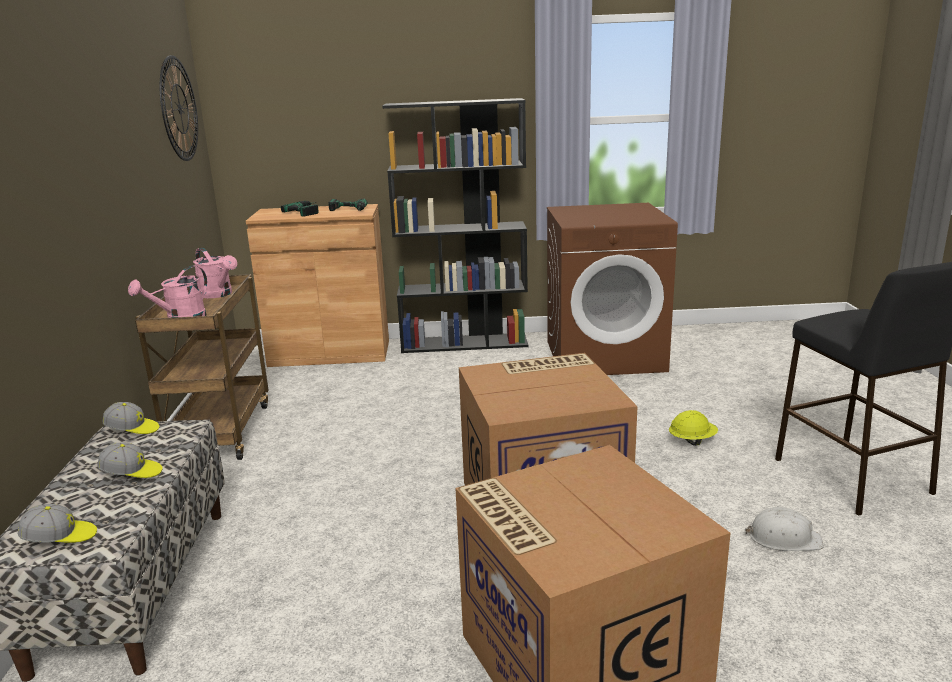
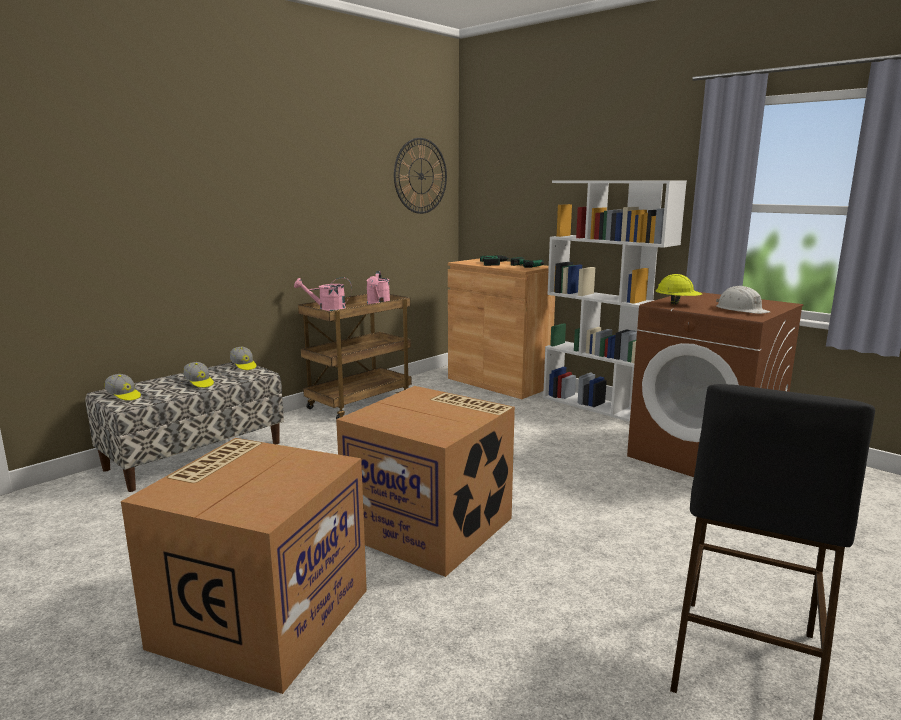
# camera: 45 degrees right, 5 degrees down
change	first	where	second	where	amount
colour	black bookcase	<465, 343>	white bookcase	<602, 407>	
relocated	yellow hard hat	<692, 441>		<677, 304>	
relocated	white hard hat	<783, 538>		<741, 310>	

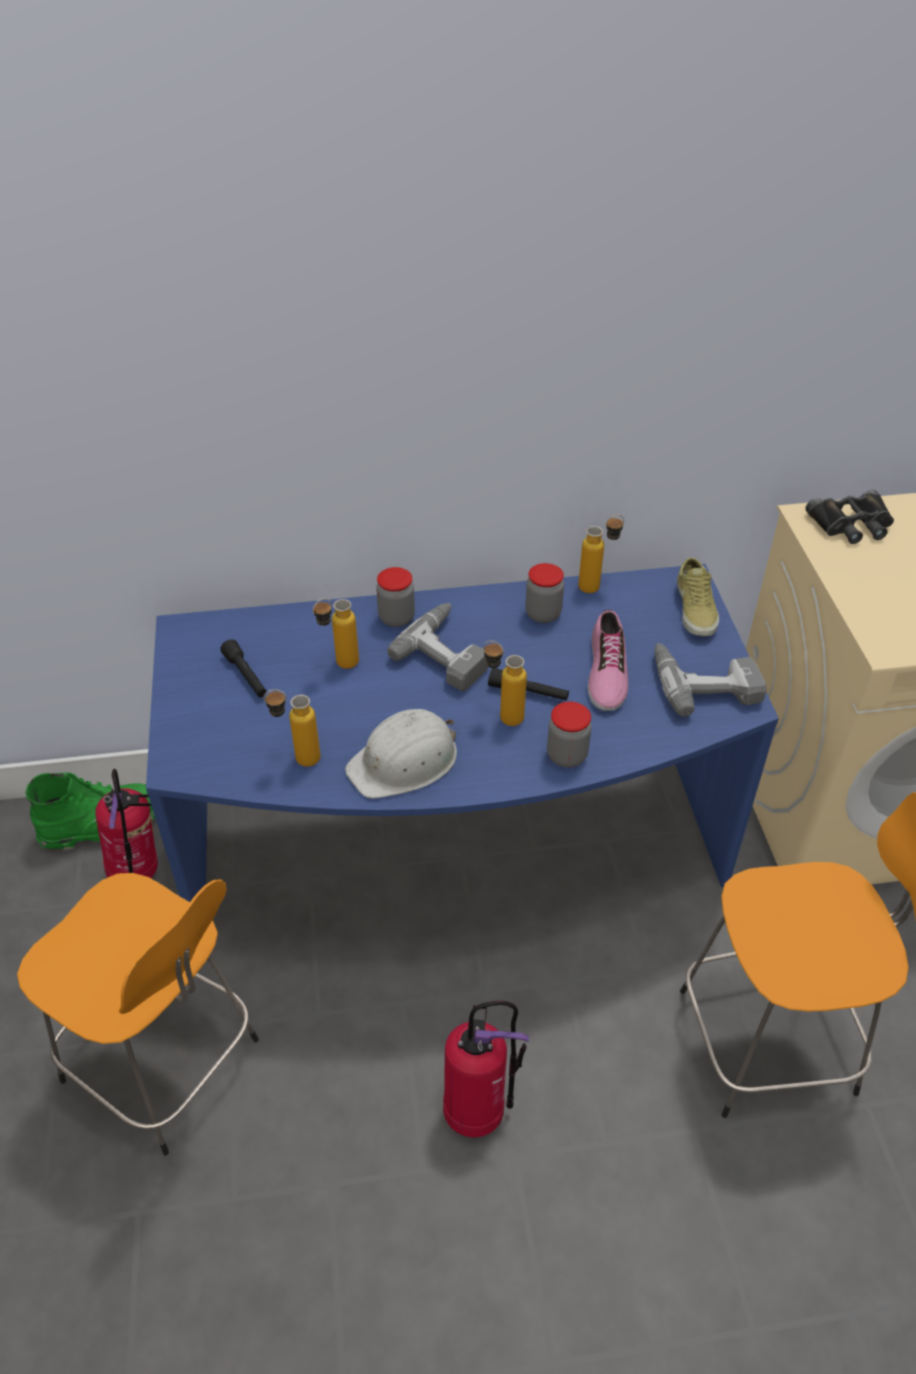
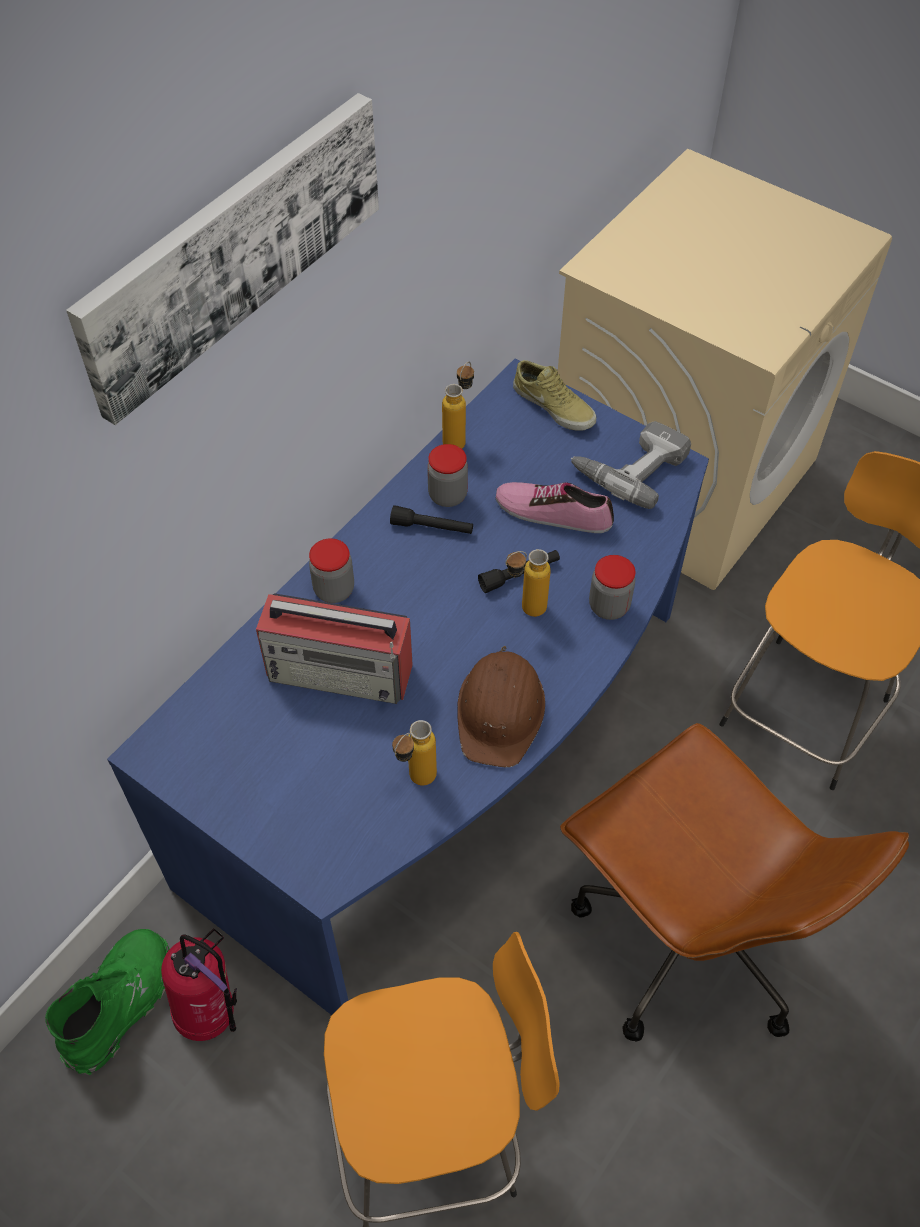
# camera: 45 degrees left, 10 degrees up
change	first	where	second	where	amount
appeared			picture	<233, 249>	
exchanged	bottle	<339, 665>	radio	<341, 672>	
relocated	black flashlight	<246, 676>		<432, 527>	
colour	white hard hat	<405, 761>	brown hard hat	<500, 711>	
spun	shoe	<605, 672>		<553, 512>	150 degrees clockwise
exchanged	fire extinguisher	<477, 1109>	brown office chair	<686, 936>	
missing	power drill	<449, 652>			
missing	black binoculars	<851, 524>			

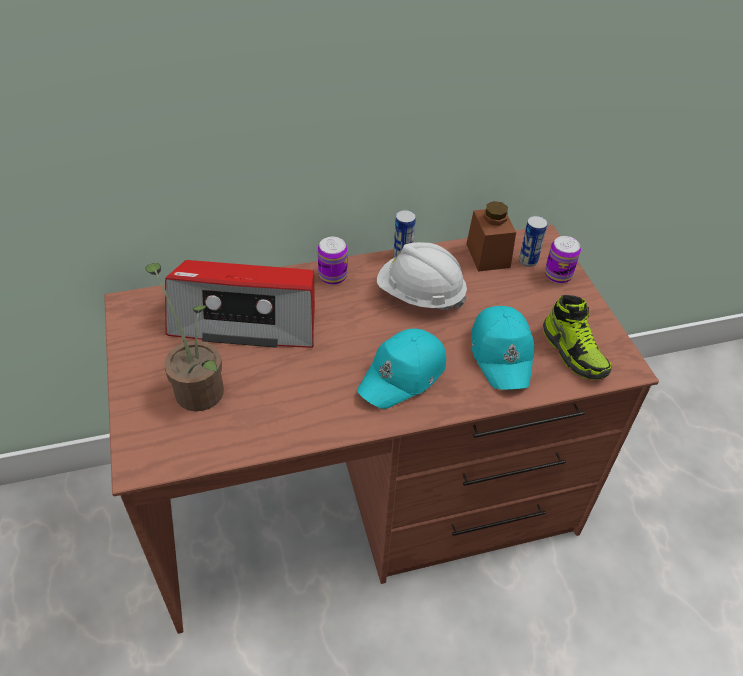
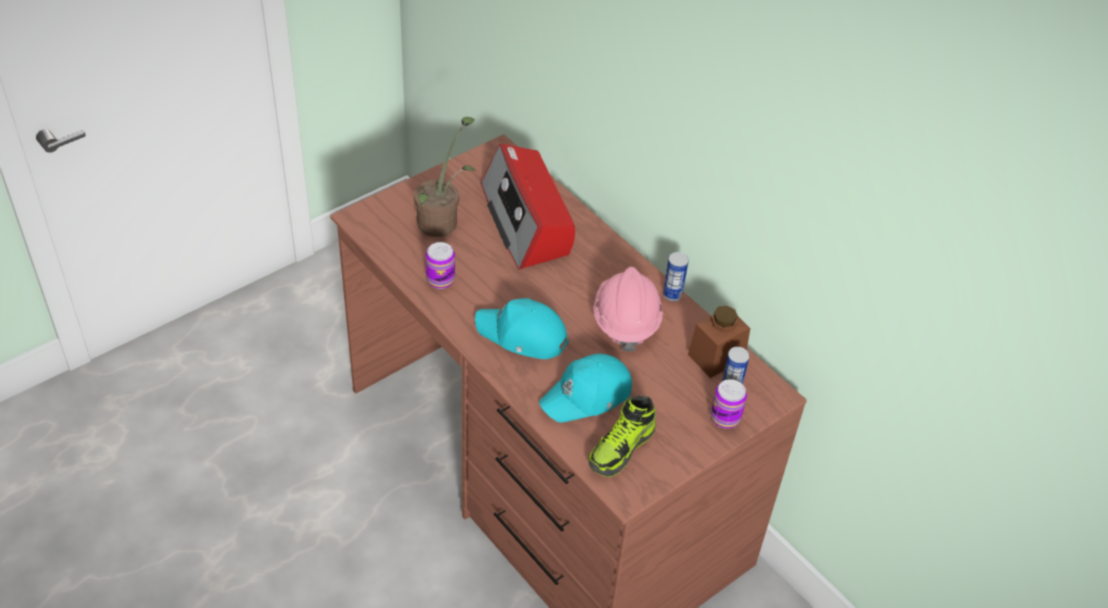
# camera: 65 degrees right, 0 degrees up
change	first	where	second	where	amount
relocated	can	<332, 276>		<440, 280>	
colour	white hard hat	<420, 295>	pink hard hat	<626, 321>	

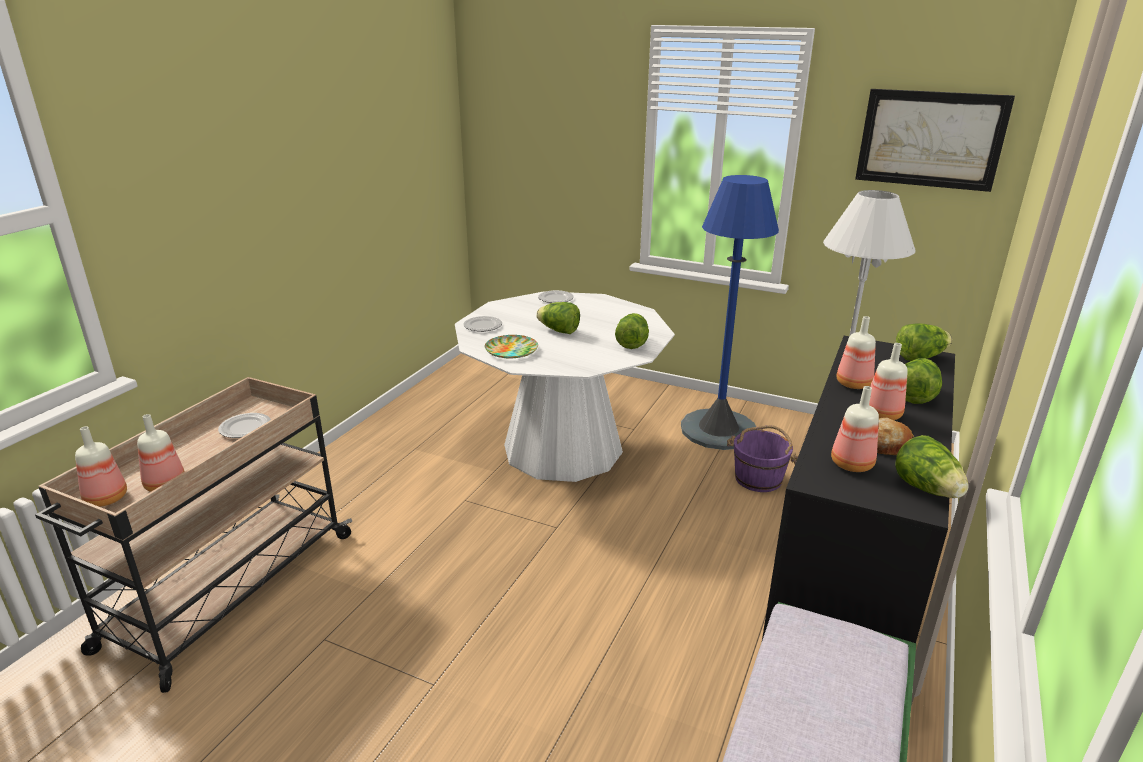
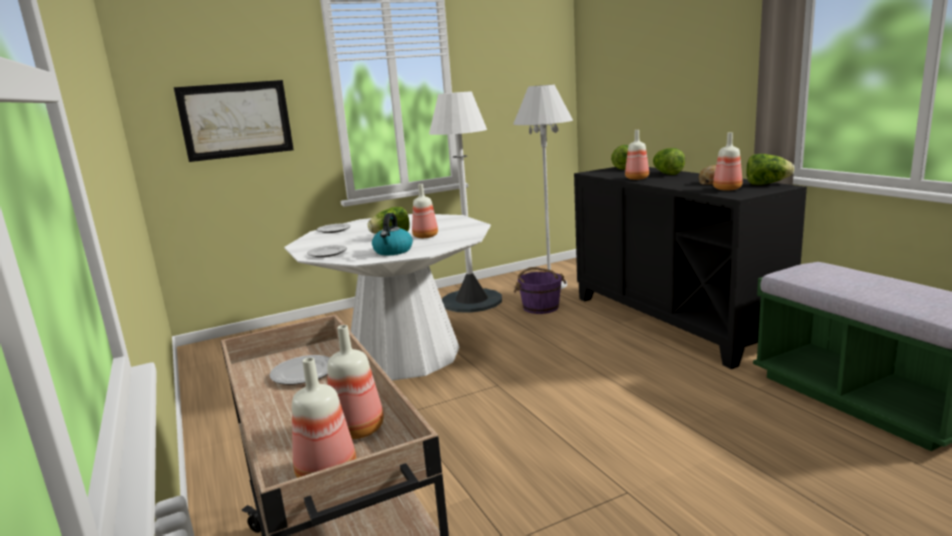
# camera: 50 degrees left, 10 degrees down
change	first	where	second	where	amount
relocated	picture	<930, 139>		<236, 120>	
exchanged	plate	<512, 350>	kettle	<393, 251>	
relocated	bottle	<881, 415>		<425, 236>	
colour	blue floor lamp	<718, 429>	white floor lamp	<471, 301>	
missing	lettuce	<632, 343>			

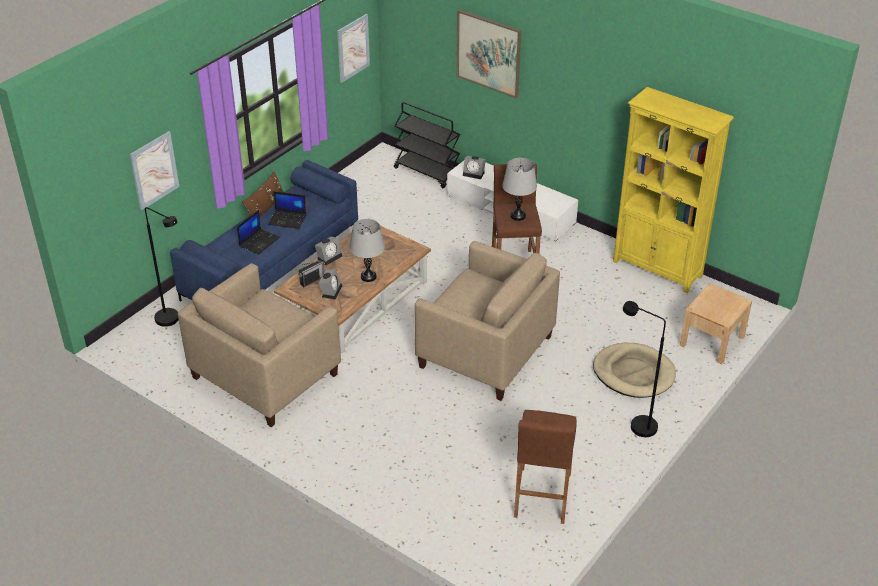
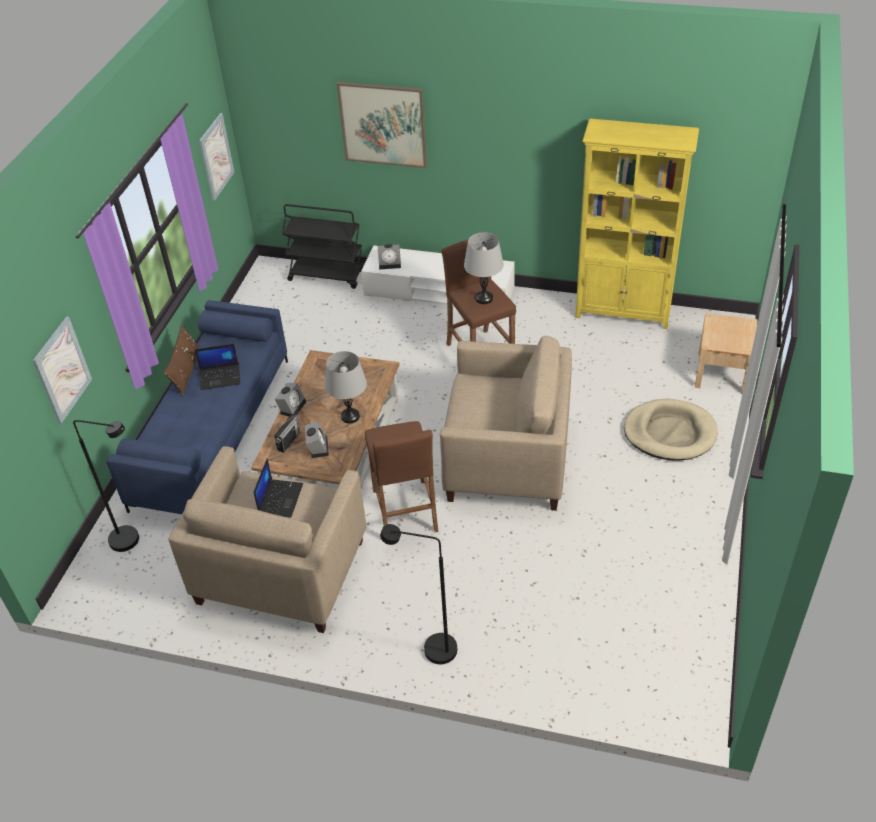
# camera: 20 degrees left, 5 degrees up
change	first	where	second	where	amount
relocated	laptop	<259, 241>		<280, 498>	
relocated	brown stool	<542, 495>		<405, 511>	
relocated	black floor lamp	<636, 425>		<431, 649>	

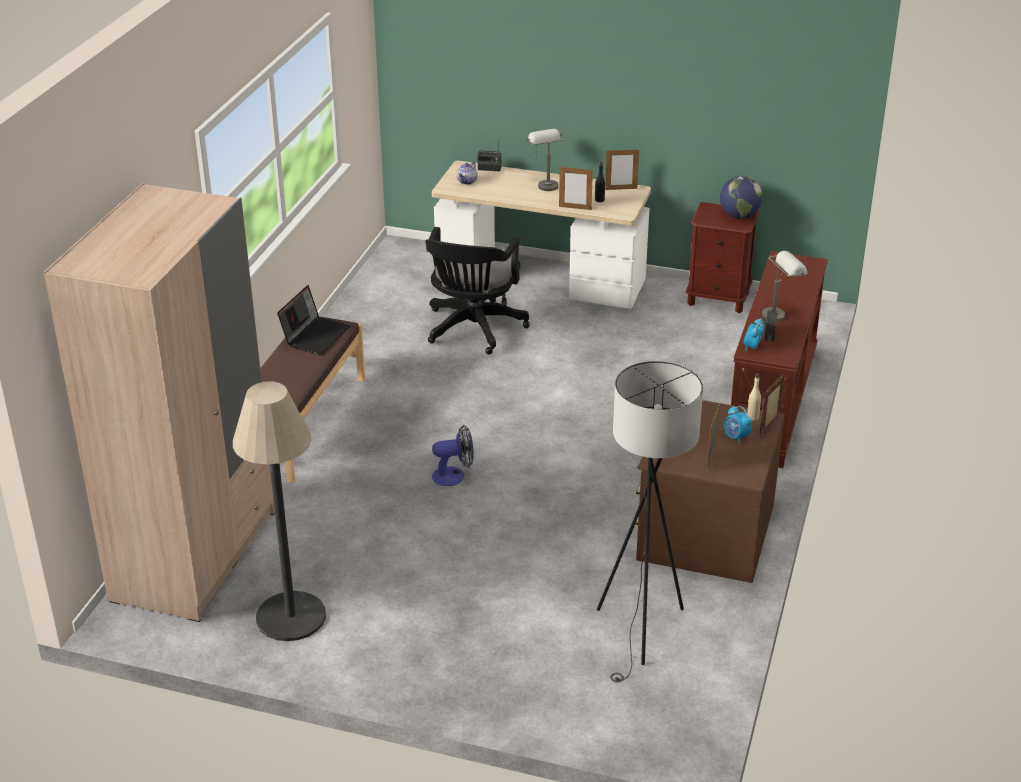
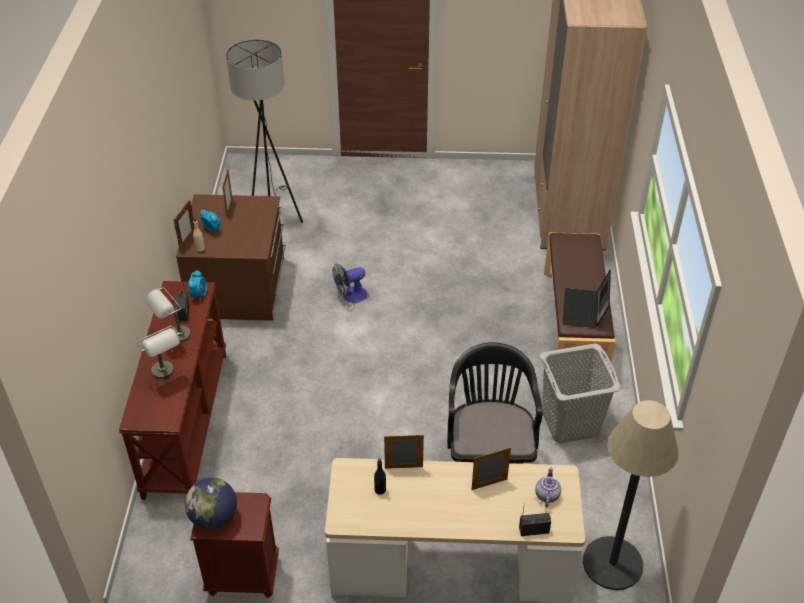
# camera: 165 degrees right, 10 degrees up
change	first	where	second	where	amount
relocated	grey table lamp	<544, 183>		<167, 375>	
relocated	fan	<454, 475>		<350, 296>	
relocated	picture frame	<621, 189>		<489, 484>	
appeared			grey laundry basket	<569, 422>	
relocated	floor lamp	<291, 617>		<612, 563>	

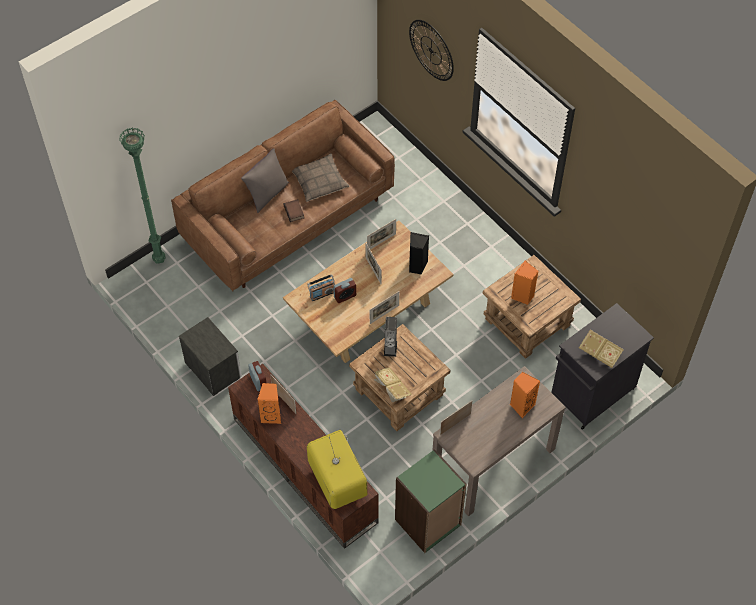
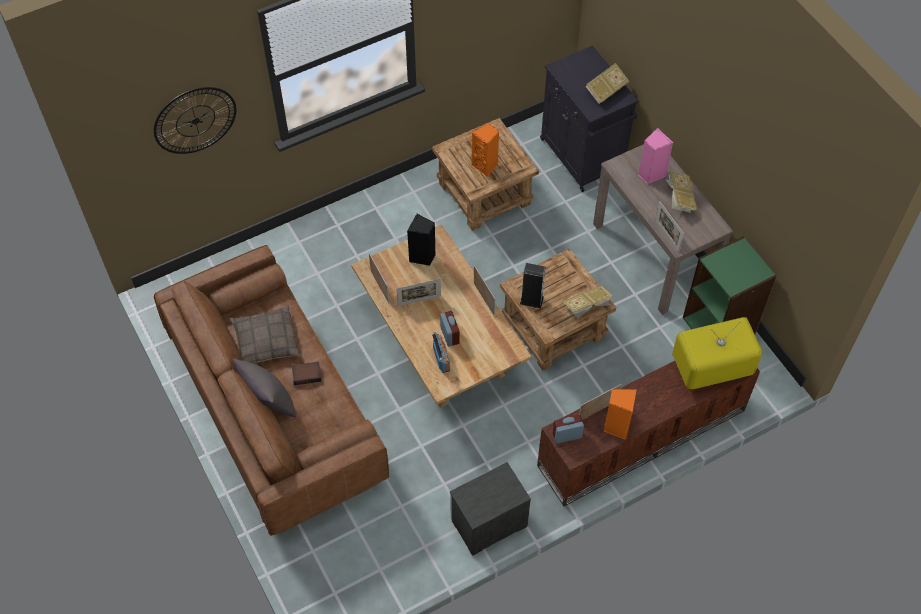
# camera: 80 degrees left, 0 degrees up
change	first	where	second	where	amount
colour	orange speaker	<521, 406>	pink speaker	<650, 174>	
appeared			book	<679, 198>	
missing	green floor lamp	<160, 260>			

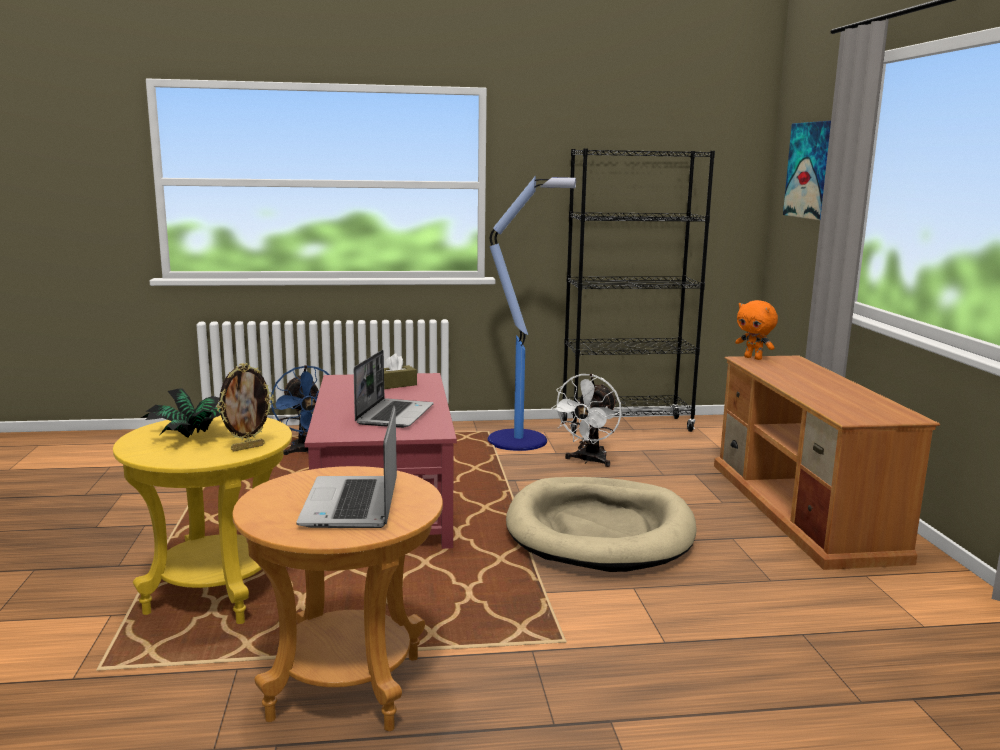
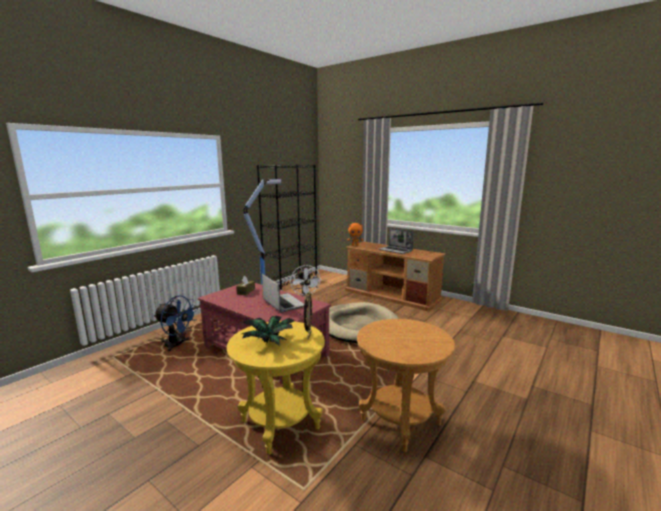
# camera: 45 degrees left, 0 degrees up
change	first	where	second	where	amount
relocated	laptop	<352, 505>		<396, 250>	
missing	picture	<811, 170>			

